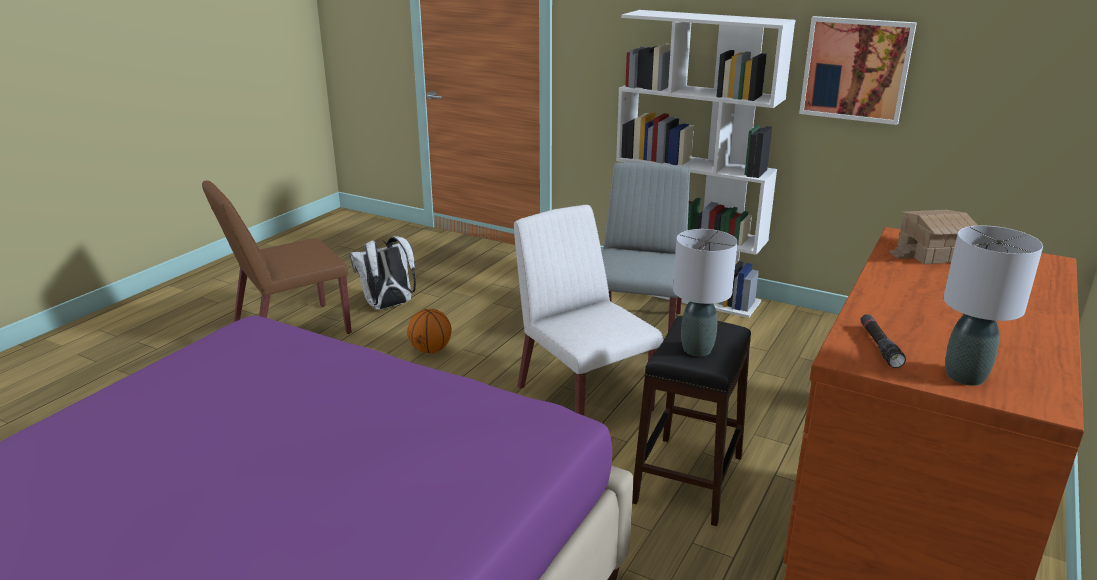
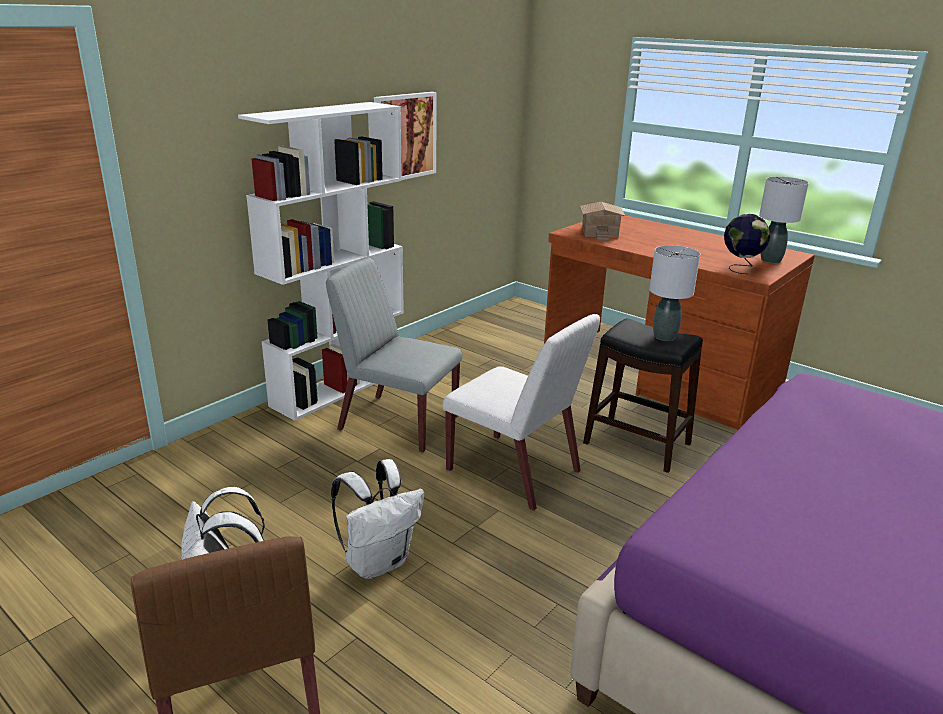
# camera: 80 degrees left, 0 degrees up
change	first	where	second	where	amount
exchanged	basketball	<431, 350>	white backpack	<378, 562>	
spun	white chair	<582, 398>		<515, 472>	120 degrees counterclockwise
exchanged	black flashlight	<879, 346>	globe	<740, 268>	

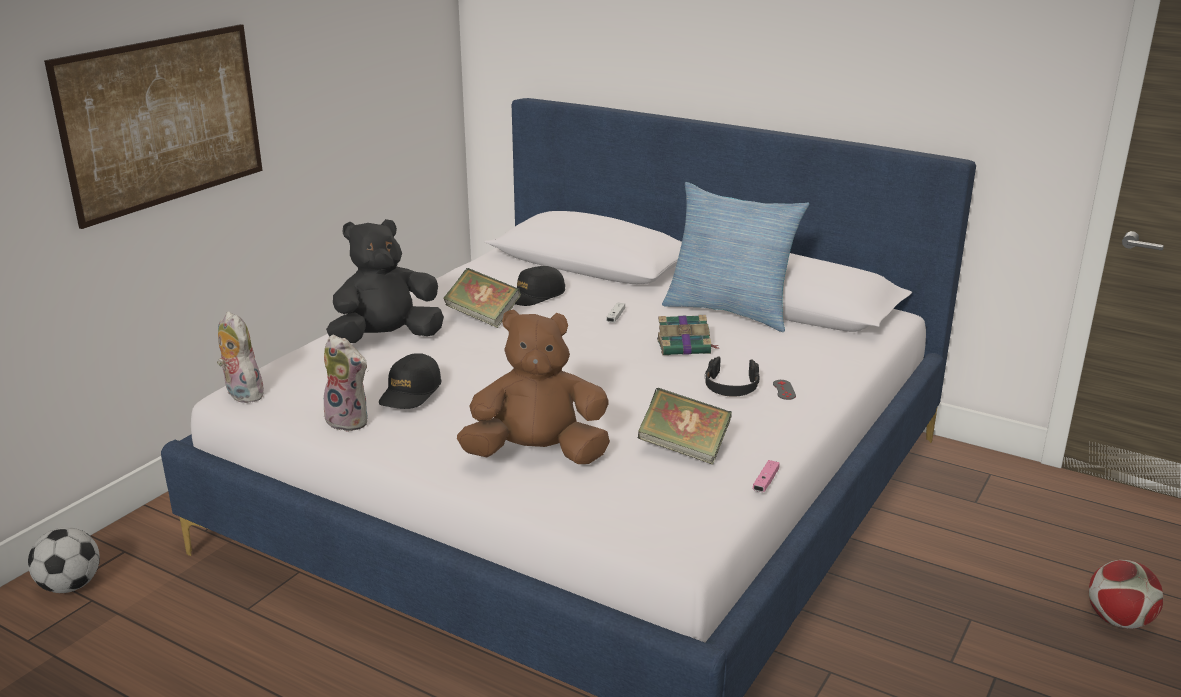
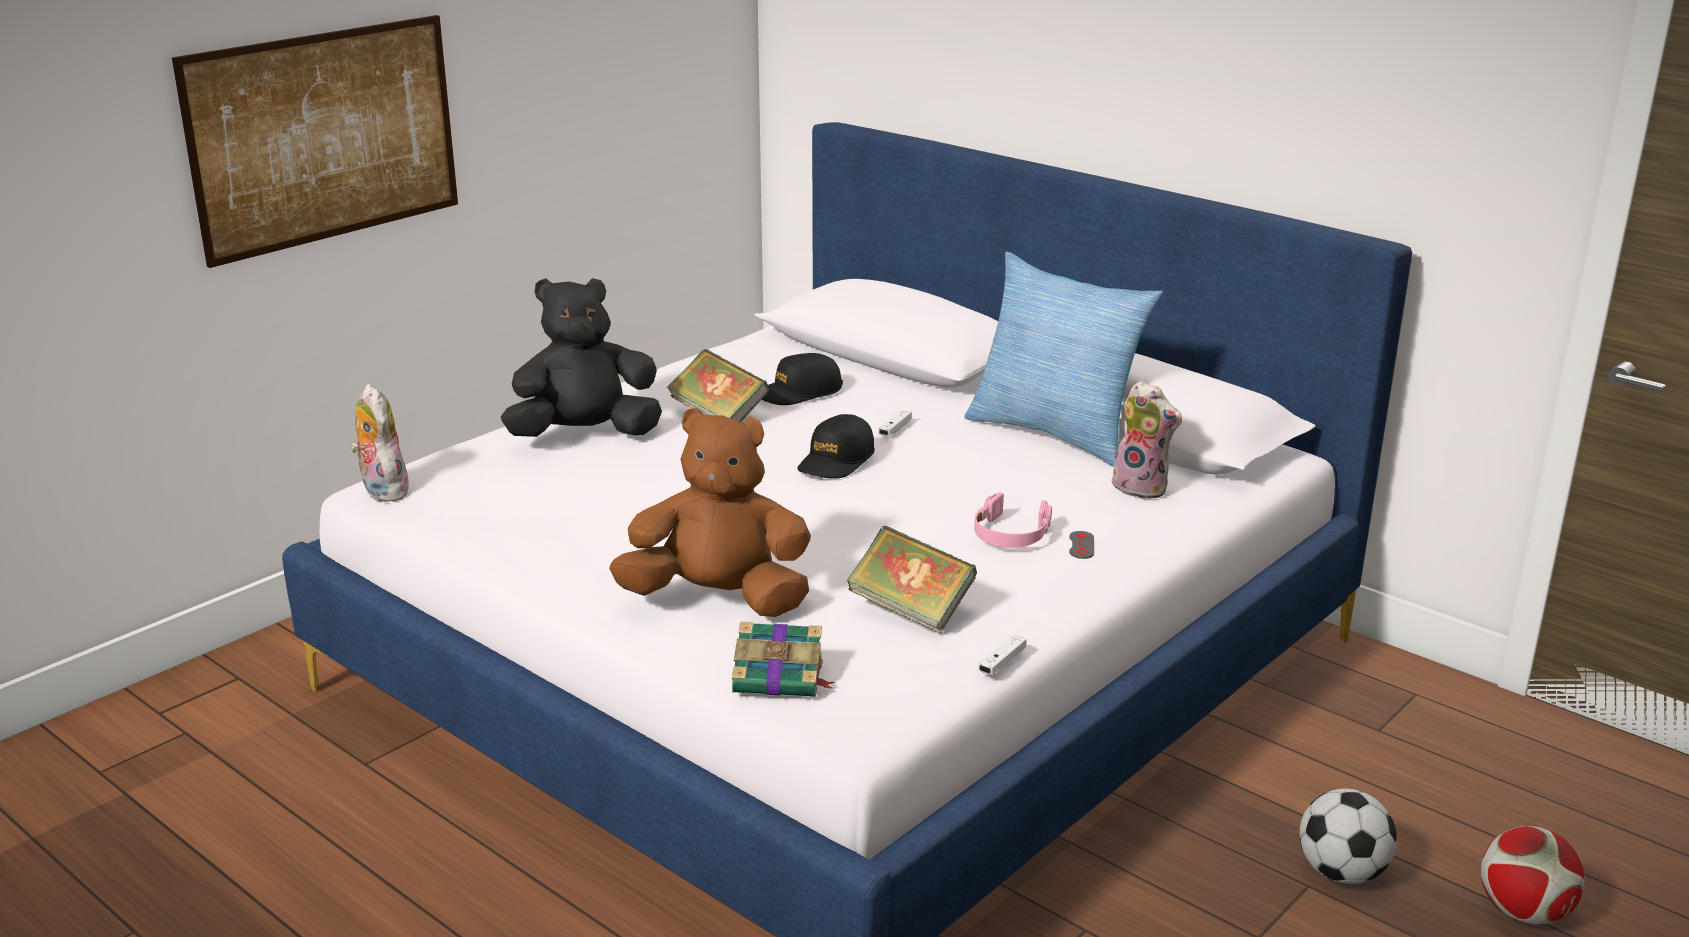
# camera: 10 degrees right, 0 degrees up
change	first	where	second	where	amount
relocated	book	<685, 346>		<780, 678>	
relocated	black cap	<410, 392>		<836, 461>	
colour	black headphones	<731, 386>	pink headphones	<1010, 534>	
colour	pink game controller	<765, 482>	white game controller	<1002, 662>	
relocated	plush toy	<350, 421>		<1143, 487>	
relocated	football	<71, 586>		<1342, 873>	

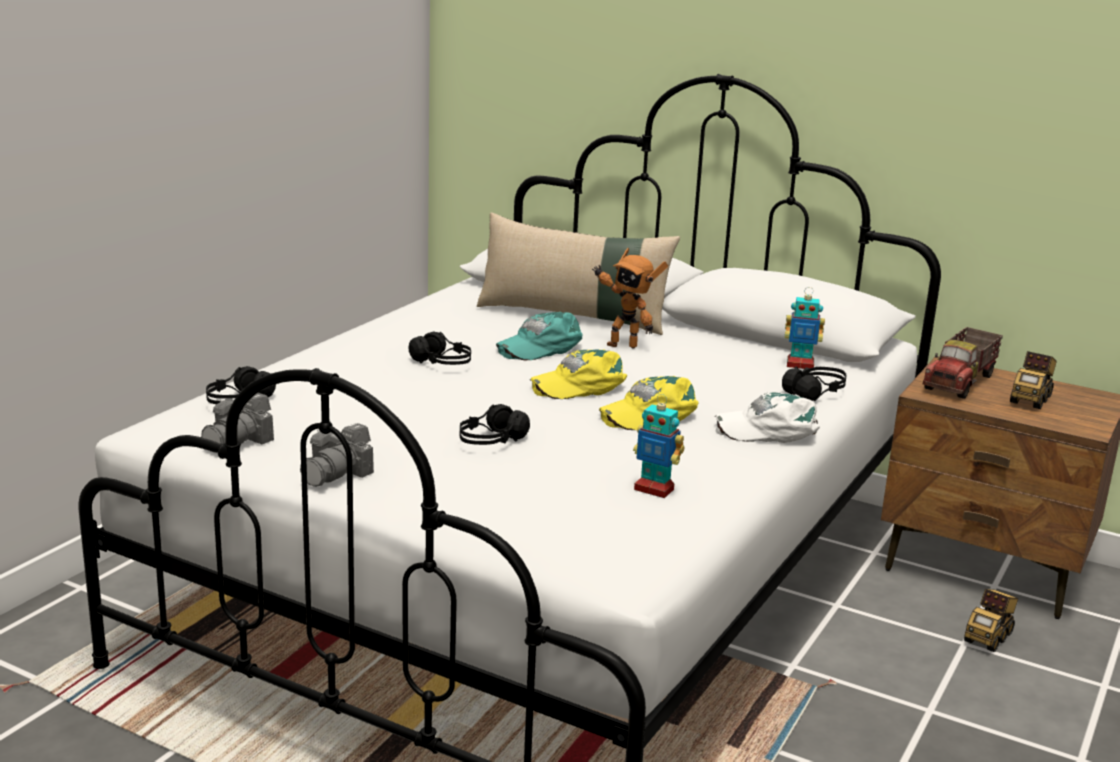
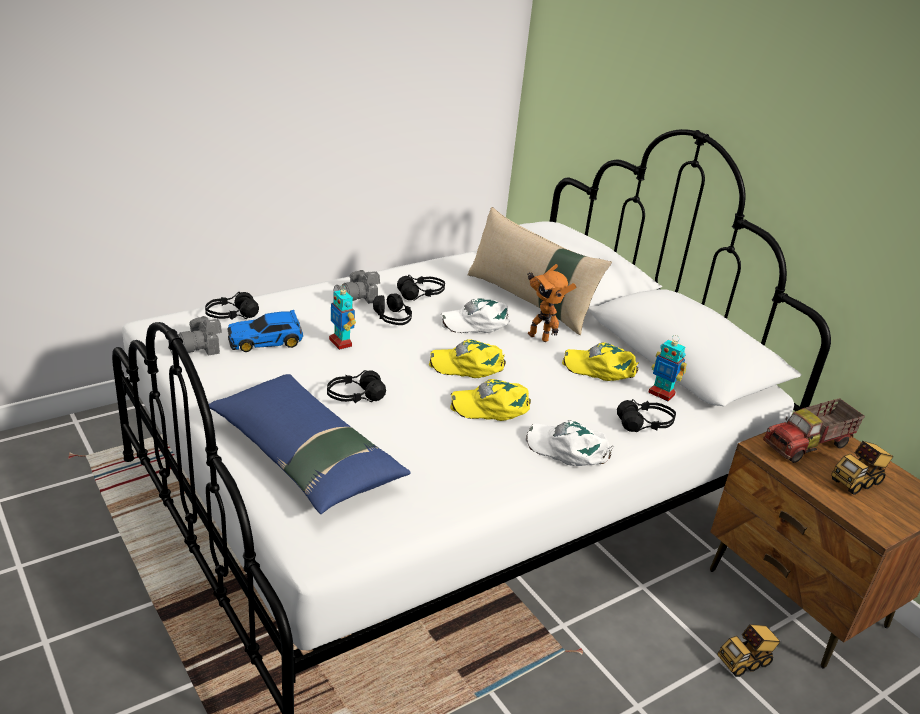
# camera: 25 degrees right, 10 degrees up
change	first	where	second	where	amount
appeared			blue pillow	<304, 456>	
appeared			toy car	<267, 341>	
relocated	toy robot	<654, 489>		<341, 343>	
relocated	photo camera	<337, 473>		<358, 297>	
appeared			black headphones	<421, 294>	
colour	turquoise cap	<540, 347>	white cap	<476, 322>	
appeared			yellow cap	<601, 368>	

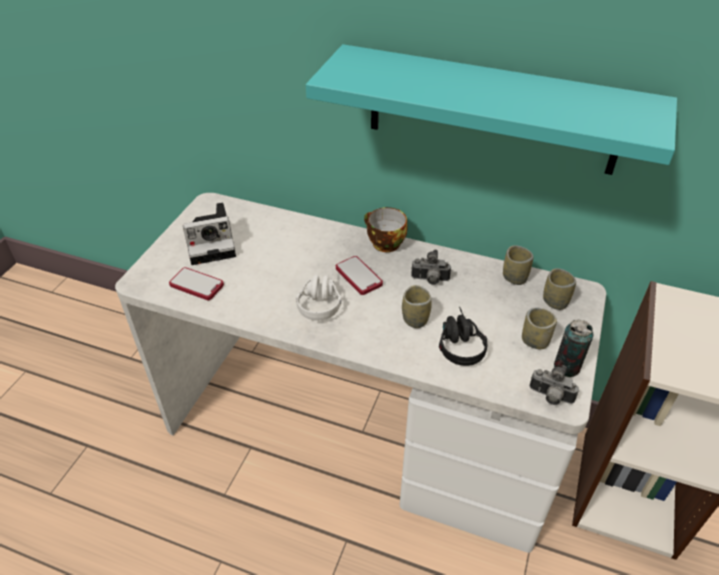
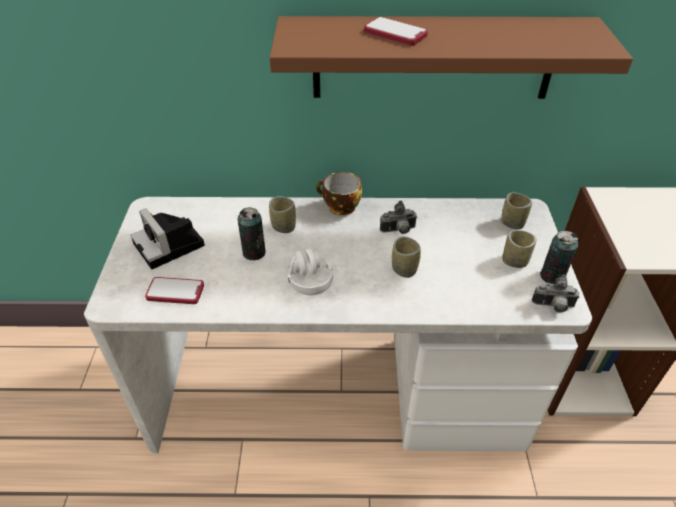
# camera: 20 degrees left, 0 degrees up
change	first	where	second	where	amount
spun	photo camera	<213, 243>		<171, 246>	90 degrees clockwise
appeared			can	<254, 253>	
relocated	cup	<514, 277>		<283, 227>	
colour	turquoise shelf	<492, 110>	brown shelf	<433, 58>	
relocated	phone	<358, 276>		<395, 33>	
missing	black headphones	<458, 342>			

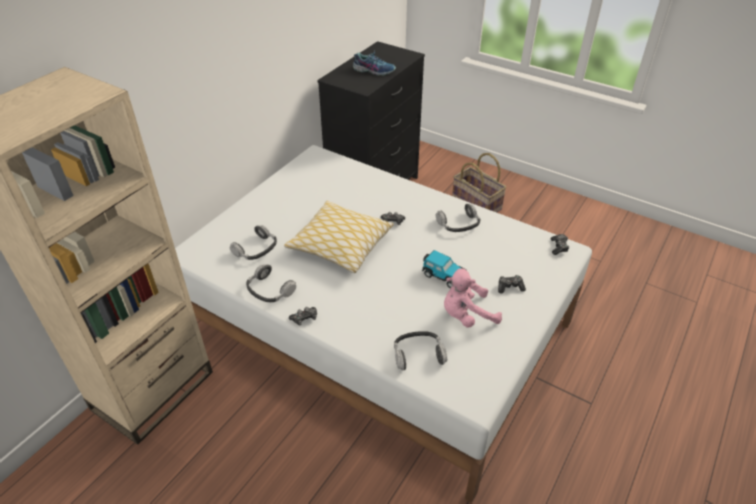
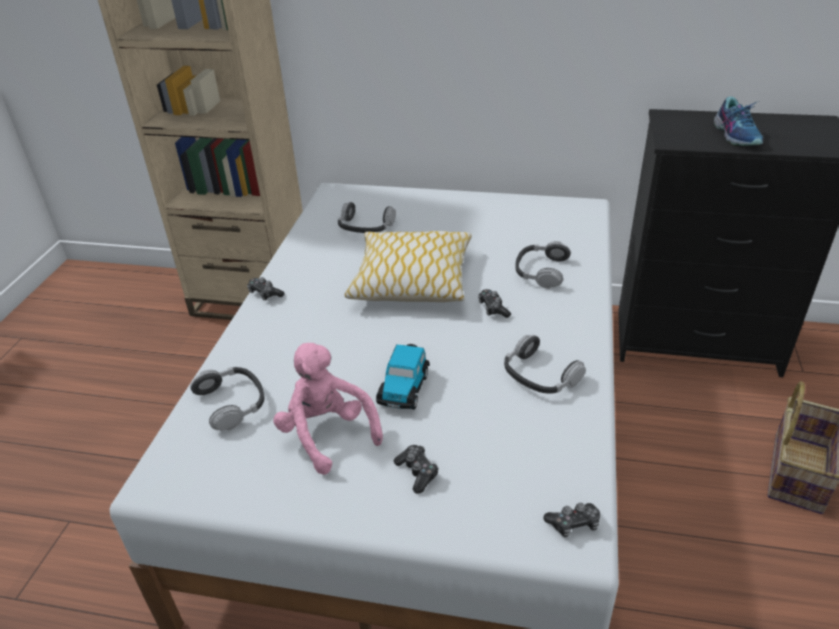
# camera: 70 degrees right, 5 degrees down
change	first	where	second	where	amount
relocated	headphones	<269, 290>		<541, 271>	

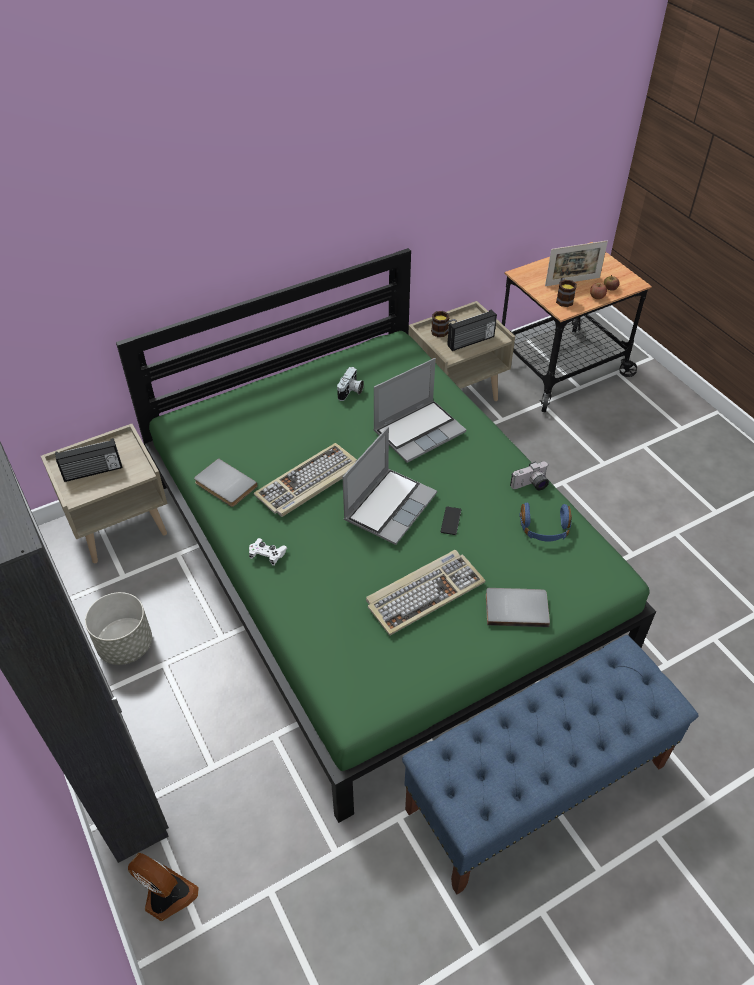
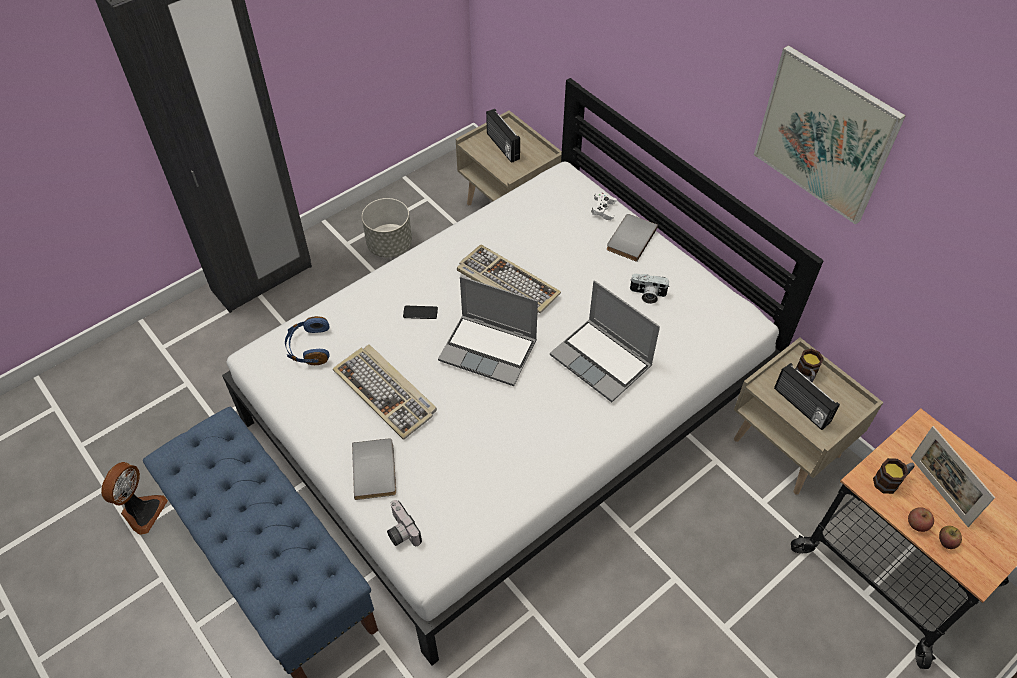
# camera: 80 degrees right, 5 degrees up
change	first	where	second	where	amount
relocated	fan	<167, 896>		<142, 511>	
colour	green bed	<378, 563>	white bed	<509, 405>	
relocated	blue headphones	<544, 529>		<309, 347>	
relocated	photo camera	<531, 485>		<400, 531>	
relocated	phone	<451, 521>		<420, 312>	
relocated	white game controller	<267, 555>		<603, 210>	
relocated	grey book	<224, 485>		<629, 238>	
appeared			picture	<825, 135>	

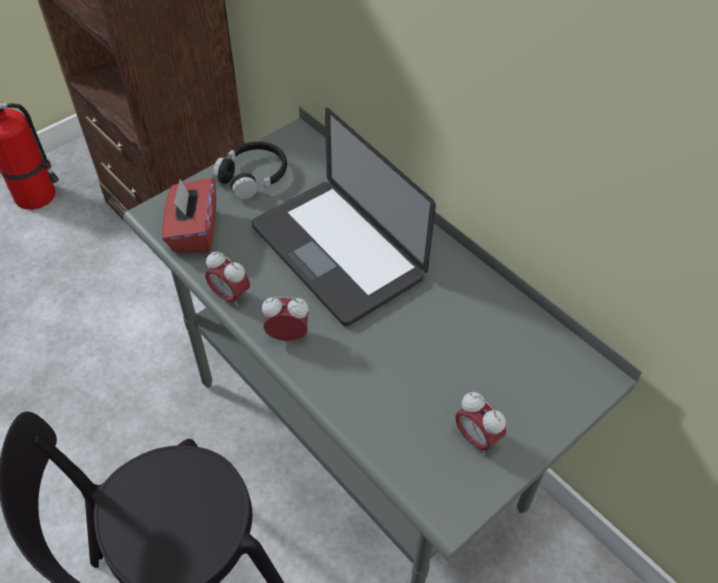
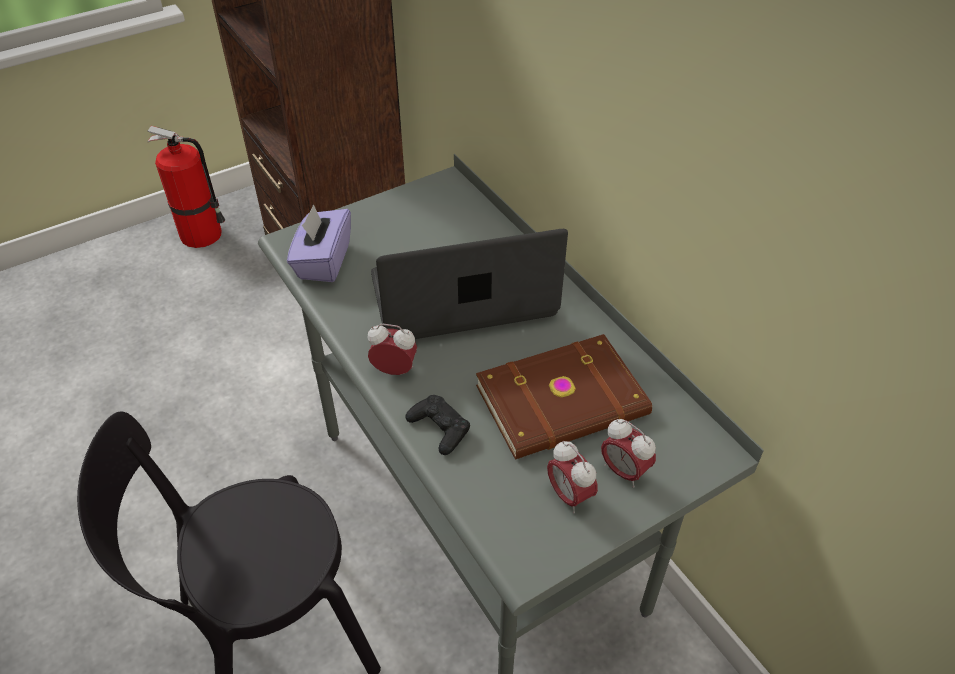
# camera: 10 degrees right, 5 degrees down
change	first	where	second	where	amount
colour	red tissue box	<194, 231>	purple tissue box	<323, 261>	
spun	laptop	<337, 252>		<463, 296>	105 degrees clockwise
appeared			black game controller	<439, 428>	
appeared			brown book	<564, 403>	
relocated	alarm clock	<230, 296>		<623, 471>	
missing	black headphones	<253, 176>			

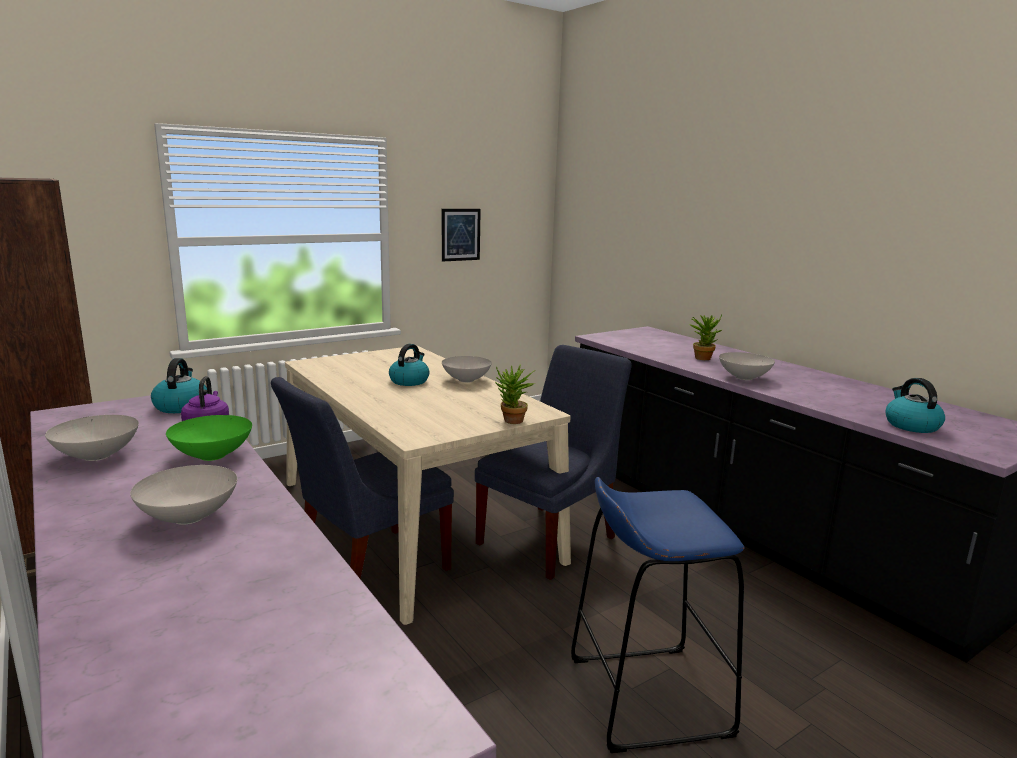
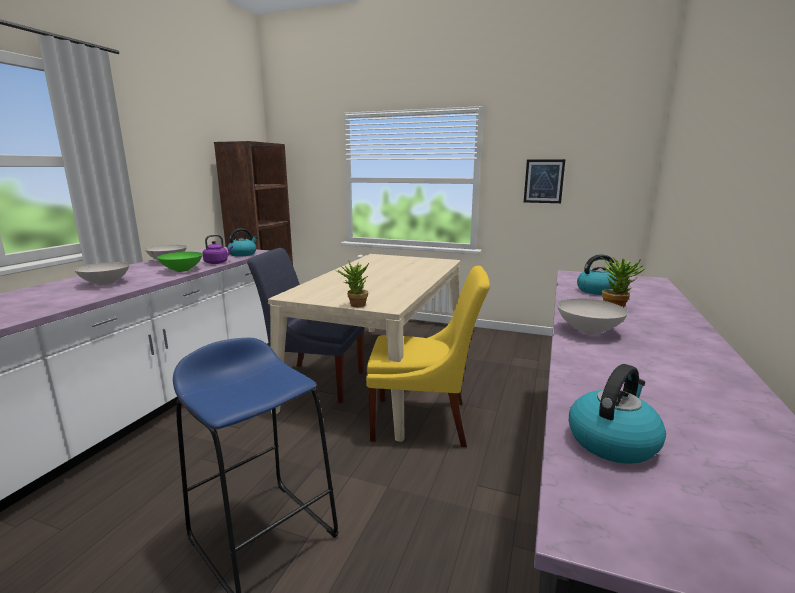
# camera: 55 degrees right, 0 degrees up
change	first	where	second	where	amount
colour	blue chair	<551, 538>	yellow chair	<425, 421>	
relocated	kettle	<409, 381>		<597, 290>	
missing	white bowl	<465, 380>			

